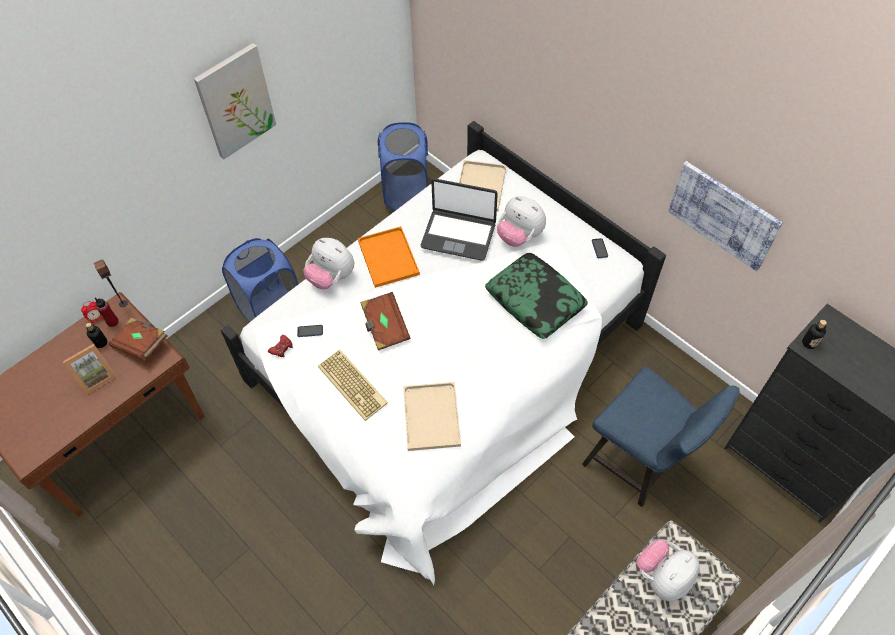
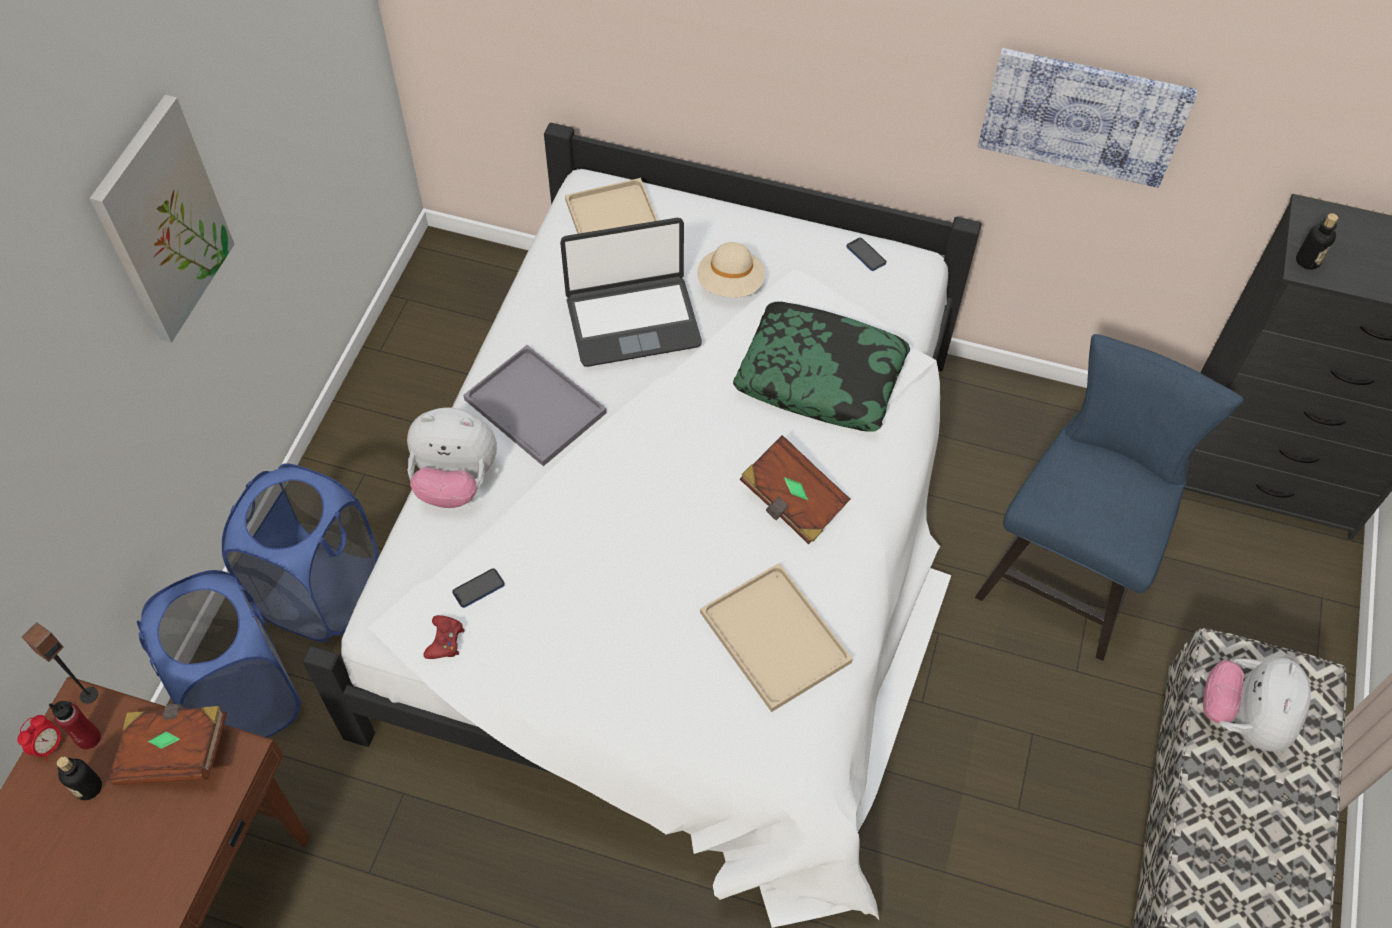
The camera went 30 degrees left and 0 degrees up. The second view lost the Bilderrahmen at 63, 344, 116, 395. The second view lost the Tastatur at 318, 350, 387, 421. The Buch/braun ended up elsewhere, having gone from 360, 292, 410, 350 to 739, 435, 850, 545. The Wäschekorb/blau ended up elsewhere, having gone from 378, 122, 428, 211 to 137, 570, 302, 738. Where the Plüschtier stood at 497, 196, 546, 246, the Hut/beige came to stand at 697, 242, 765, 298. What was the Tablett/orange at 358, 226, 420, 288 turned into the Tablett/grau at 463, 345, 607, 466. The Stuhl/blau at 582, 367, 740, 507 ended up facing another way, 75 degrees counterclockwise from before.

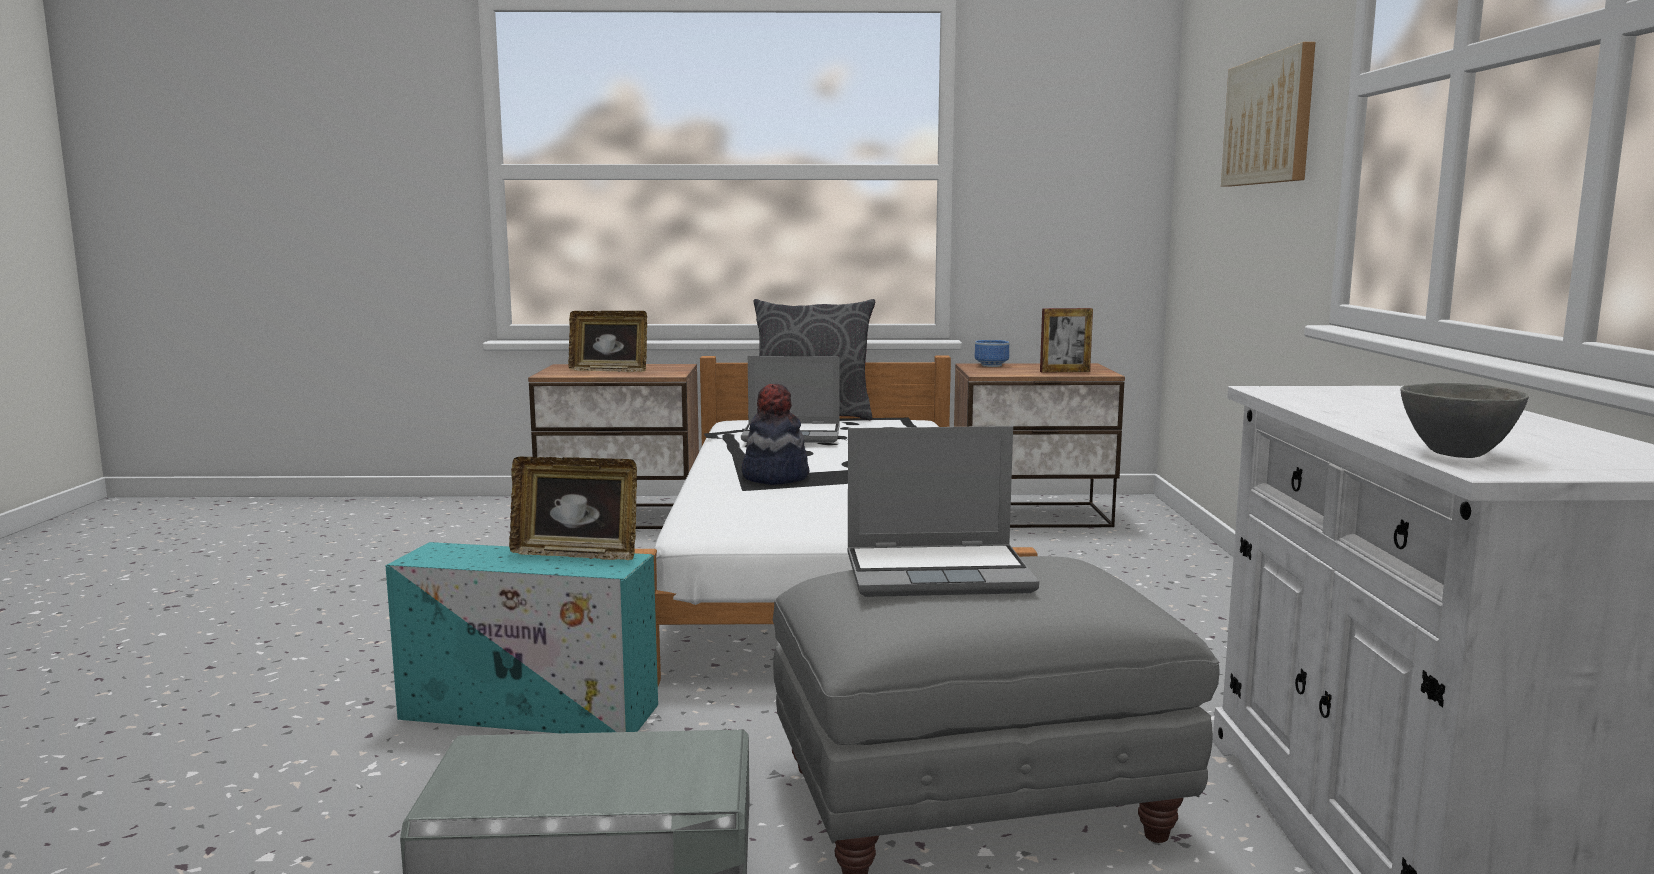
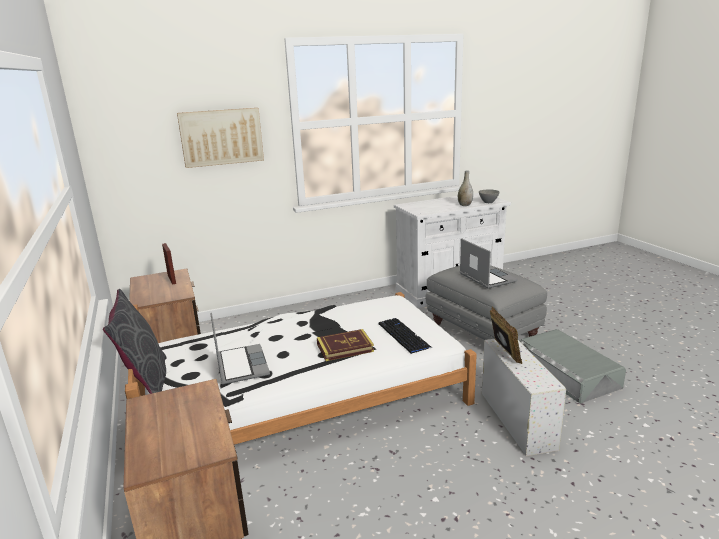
The camera went 110 degrees left and 10 degrees up. The second view lost the Bilderrahmen at 568, 311, 647, 372. The second view lost the Schüssel at 974, 340, 1009, 367. The second view gained the Tastatur at 379, 318, 432, 353. The second view gained the Vase/grau at 458, 170, 473, 206. Where the Hut stood at 741, 383, 809, 485, the Buch came to stand at 317, 329, 374, 361. What was the Aufbewahrungsbox/türkis at 385, 542, 658, 733 turned into the Aufbewahrungsbox/weiß at 482, 339, 566, 456.

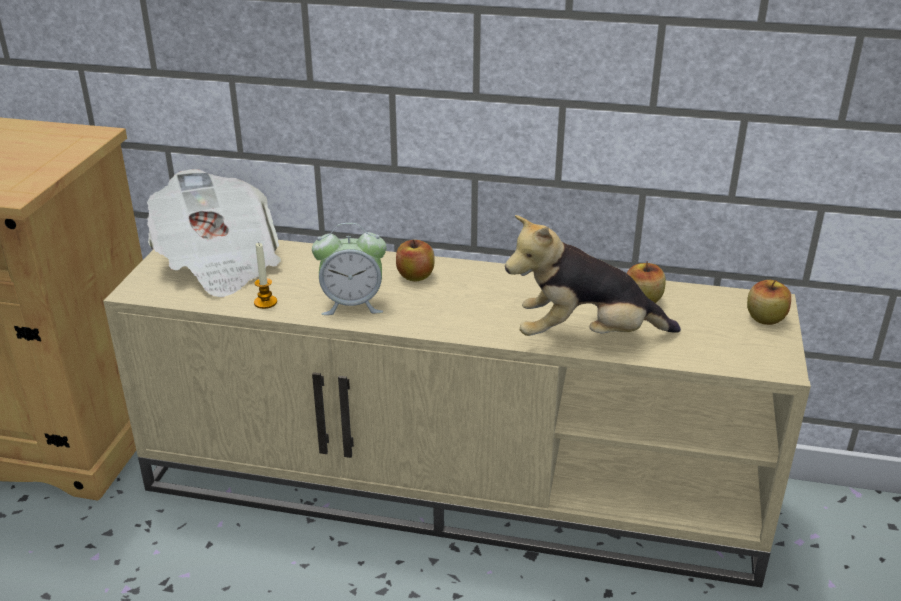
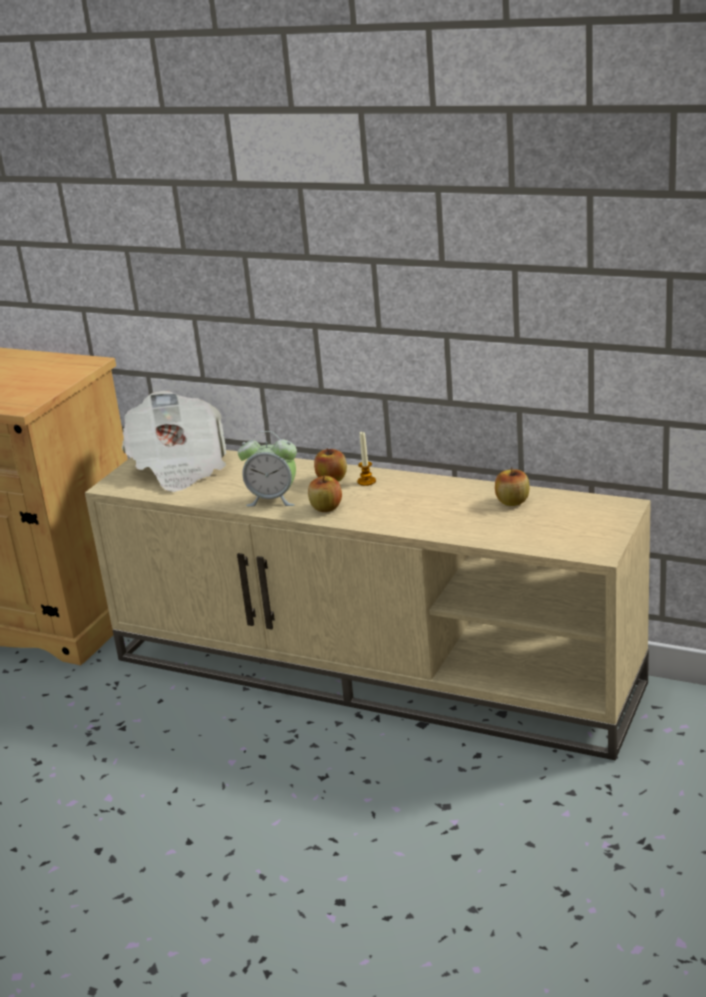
The camera went 15 degrees right and 5 degrees down. The second view lost the Plüschtier at 505, 215, 681, 336. The Kerze ended up elsewhere, having gone from 254, 243, 277, 309 to 357, 432, 376, 486. The Apfel ended up elsewhere, having gone from 747, 280, 791, 325 to 308, 475, 342, 512.

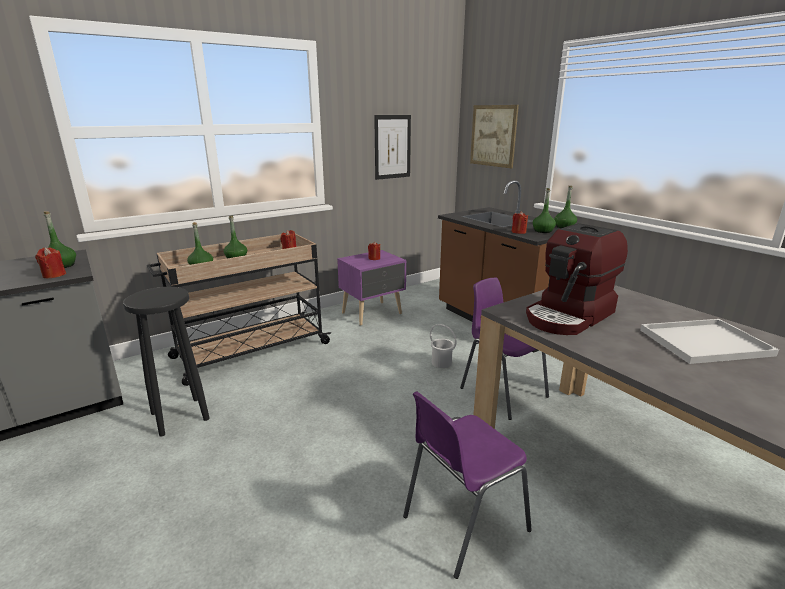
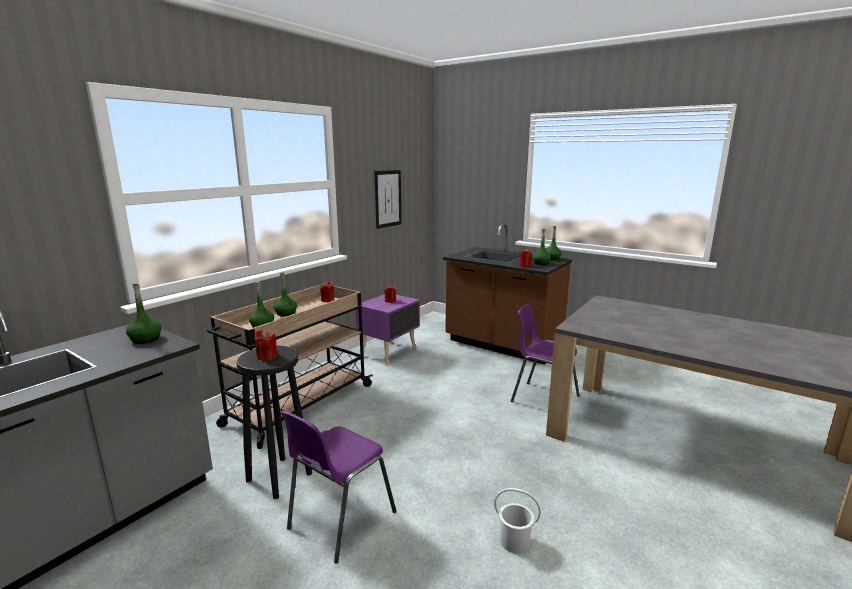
The camera went 20 degrees left and 5 degrees down. The second view lost the Bild at 470, 105, 519, 168. The second view lost the Kaffeemaschine at 526, 223, 628, 335. The second view lost the Tablett/weiß at 640, 319, 779, 364. The Kerze/rot ended up elsewhere, having gone from 35, 247, 66, 278 to 255, 330, 277, 360. The Stuhl/lila ended up elsewhere, having gone from 403, 392, 532, 579 to 281, 411, 396, 564. The Eimer/weiß ended up elsewhere, having gone from 430, 324, 457, 368 to 494, 488, 541, 554.

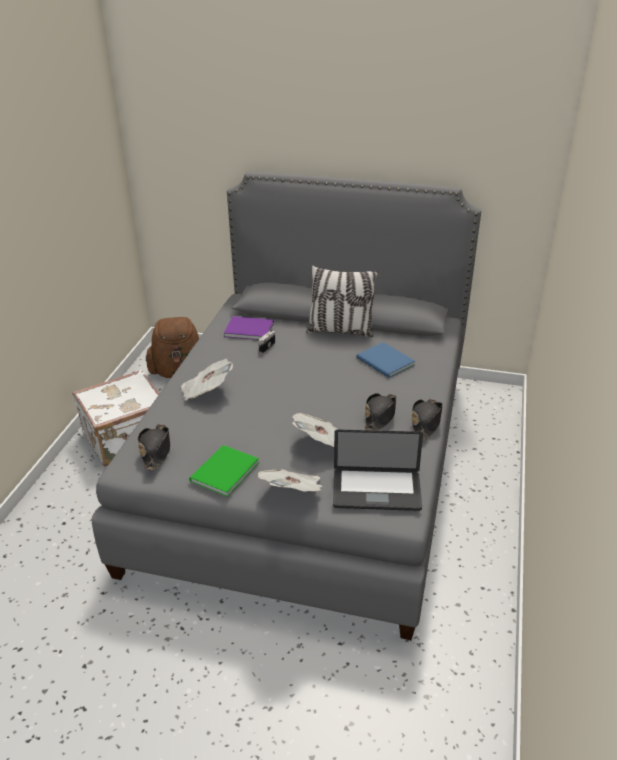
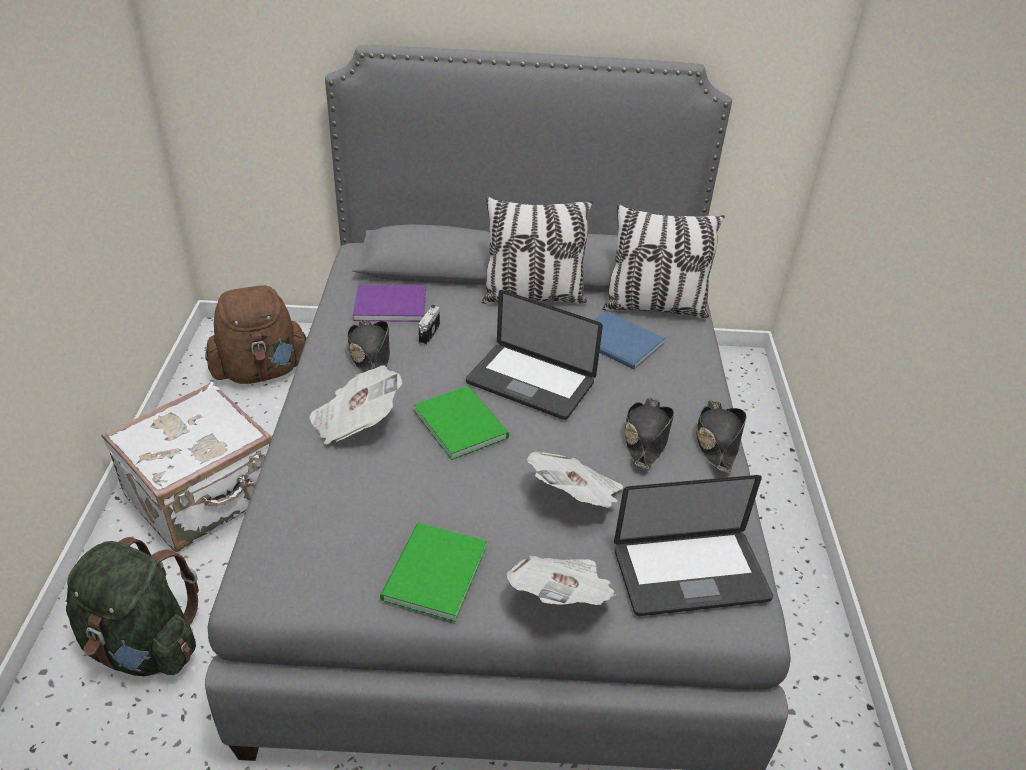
The camera went 15 degrees left and 5 degrees up. The second view gained the Rucksack/grün at 66, 537, 199, 676. The second view gained the Buch/grün at 414, 386, 509, 460. The second view gained the Laptop at 466, 290, 603, 420. The second view gained the Kissen at 603, 204, 725, 318. The Hut/schwarz ended up elsewhere, having gone from 138, 424, 170, 470 to 347, 320, 390, 377.

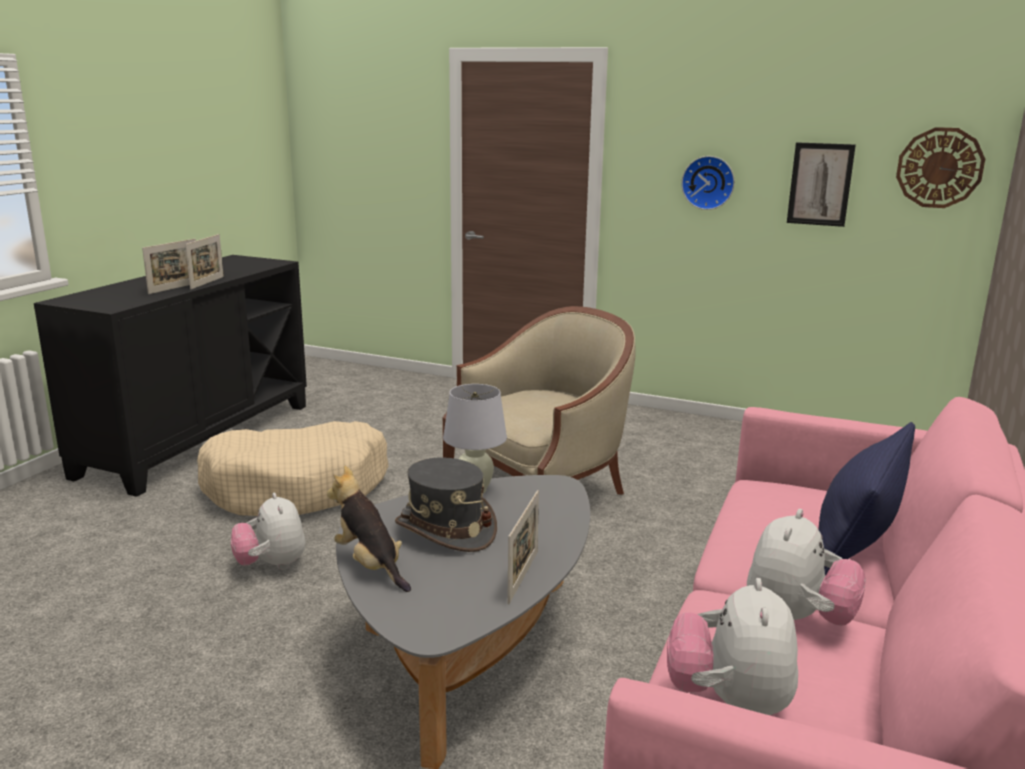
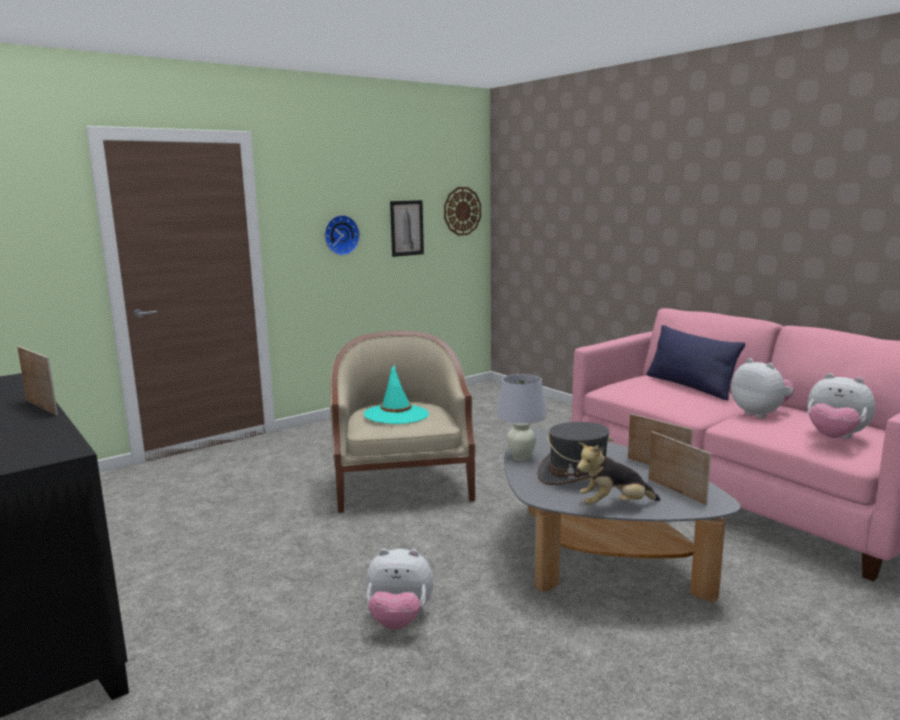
The camera went 60 degrees left and 5 degrees down. The second view lost the Hundebett/beige at 197, 421, 389, 516. The second view gained the Hut/türkis at 364, 365, 429, 424. The Bilderrahmen ended up elsewhere, having gone from 142, 239, 196, 294 to 648, 431, 711, 506.

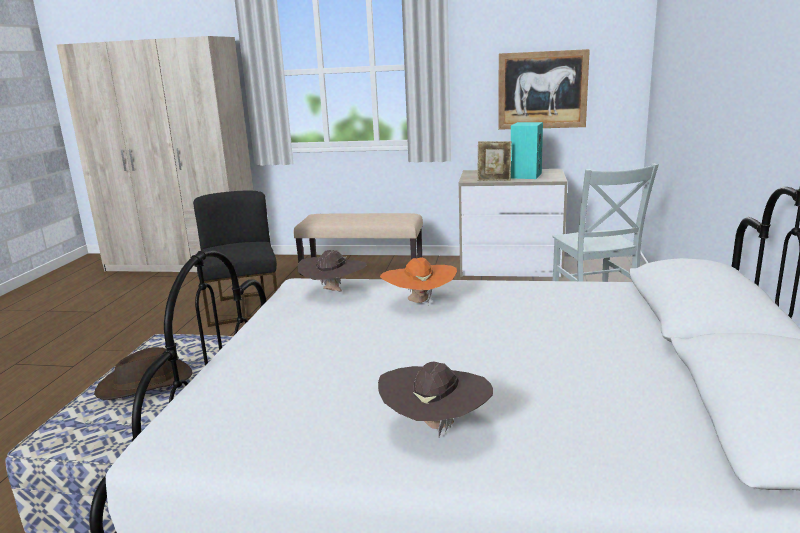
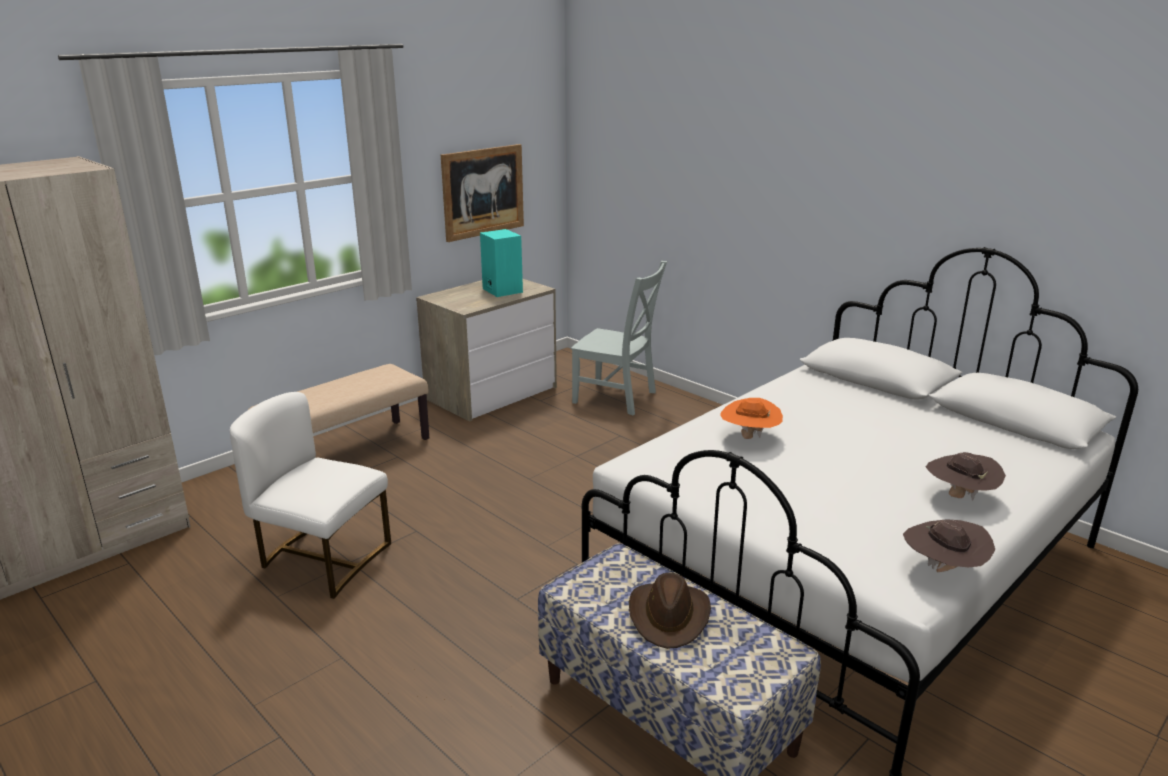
The camera went 55 degrees left and 5 degrees up. The second view lost the Bilderrahmen at 477, 141, 512, 181. The Hut/braun ended up elsewhere, having gone from 298, 250, 367, 291 to 903, 519, 995, 572. What was the Stuhl/schwarz at 193, 191, 277, 327 turned into the Stuhl/weiß at 230, 392, 391, 599.

